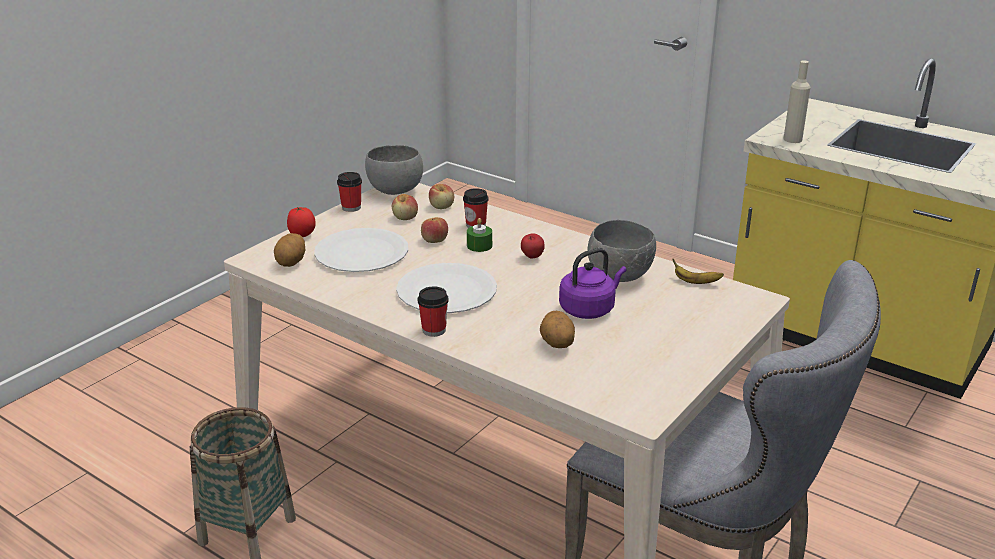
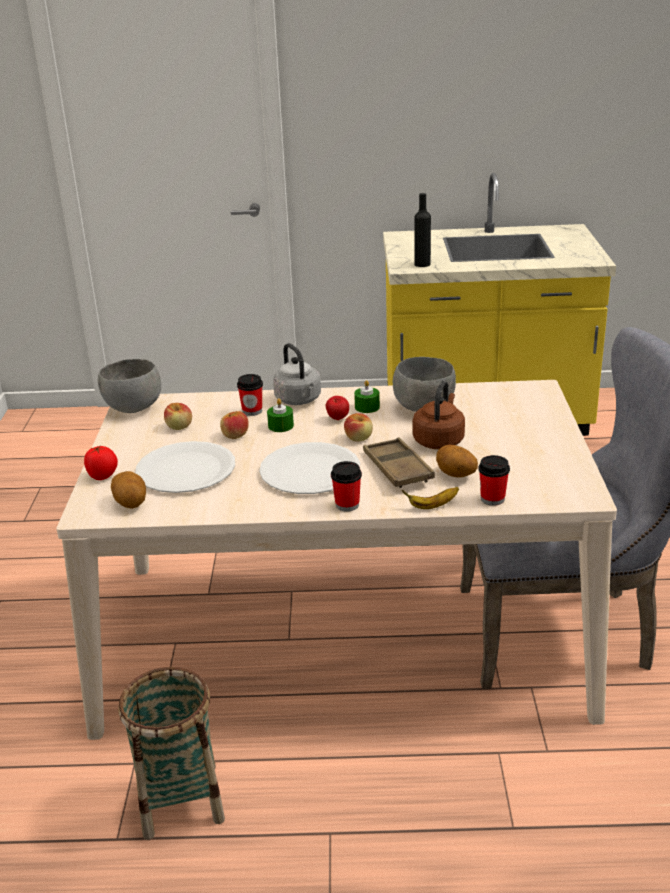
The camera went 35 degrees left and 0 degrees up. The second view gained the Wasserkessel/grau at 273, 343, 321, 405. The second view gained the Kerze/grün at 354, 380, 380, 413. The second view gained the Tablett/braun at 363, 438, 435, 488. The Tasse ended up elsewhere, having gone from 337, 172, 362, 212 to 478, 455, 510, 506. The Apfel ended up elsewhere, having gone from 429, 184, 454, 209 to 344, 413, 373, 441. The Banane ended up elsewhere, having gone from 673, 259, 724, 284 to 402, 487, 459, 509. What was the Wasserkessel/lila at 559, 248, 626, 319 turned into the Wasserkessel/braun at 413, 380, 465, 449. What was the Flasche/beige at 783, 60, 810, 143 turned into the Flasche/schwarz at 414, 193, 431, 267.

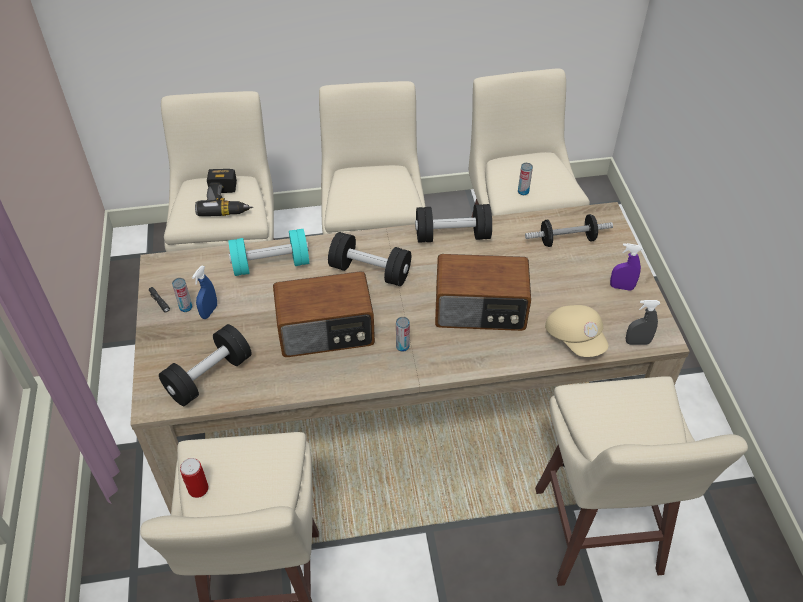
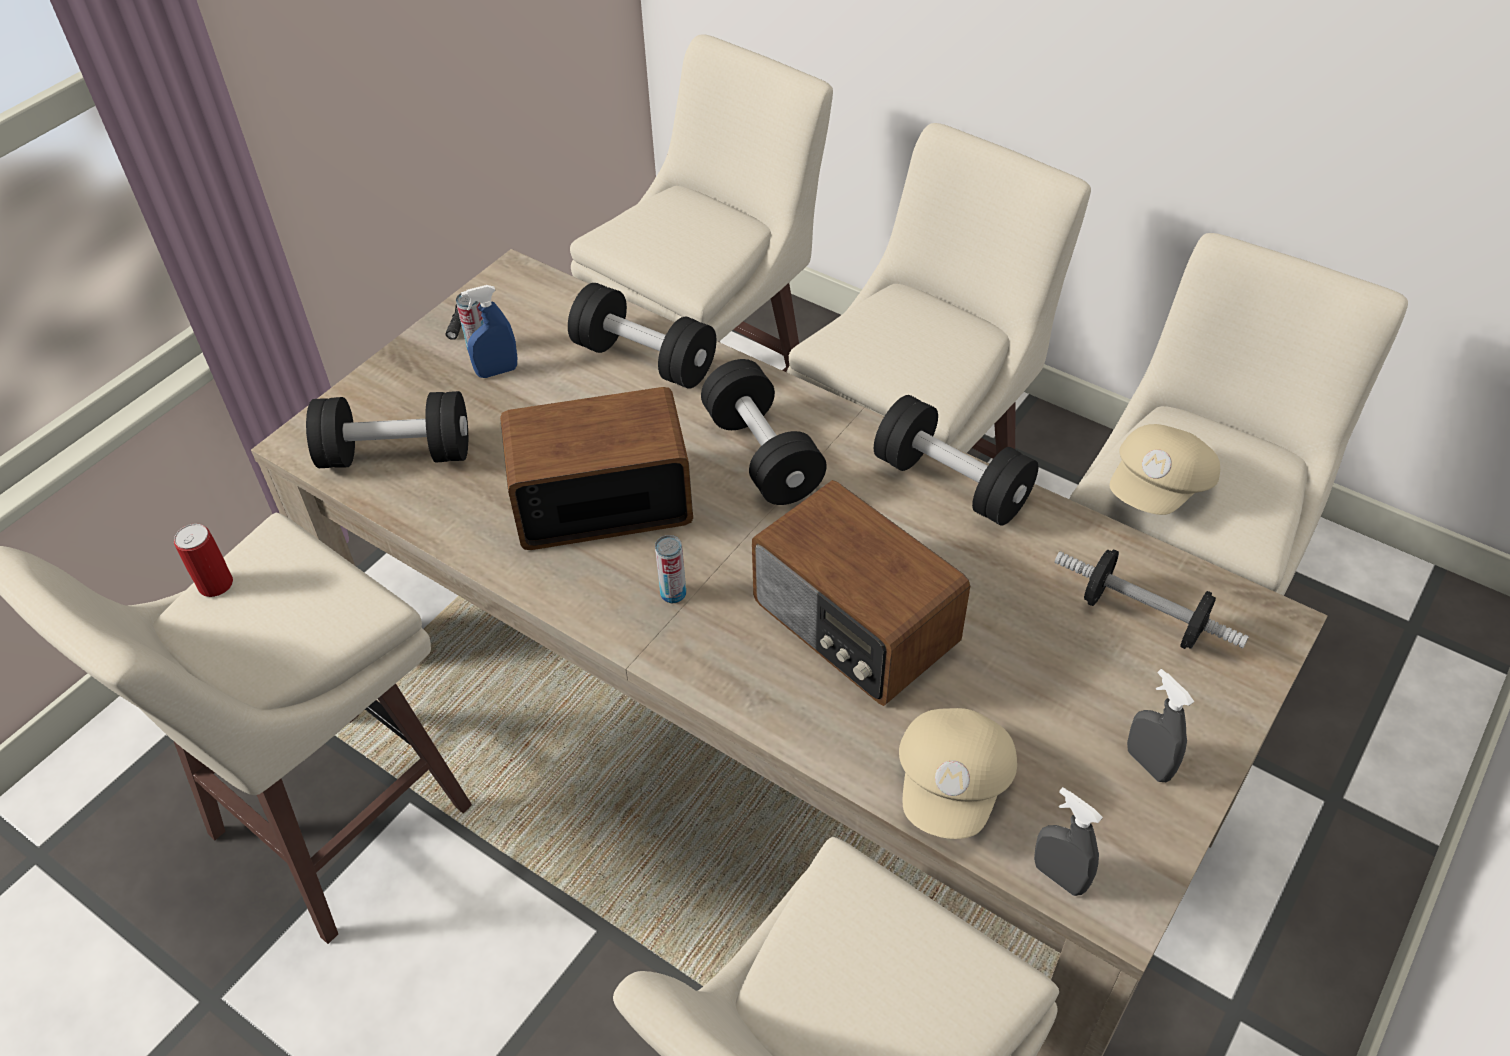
The camera went 45 degrees right and 0 degrees up. The second view lost the Bohrmaschine at 195, 169, 253, 216. Where the Dose stood at 518, 163, 533, 195, the Kappe/beige came to stand at 1110, 424, 1220, 515. What was the Hantel/türkis at 228, 229, 309, 276 turned into the Hantel/schwarz at 568, 283, 716, 389. What was the Sprühflasche/lila at 610, 243, 642, 291 turned into the Sprühflasche/grau at 1127, 669, 1194, 782. The Radio at 273, 271, 375, 357 ended up facing another way, 135 degrees clockwise from before.

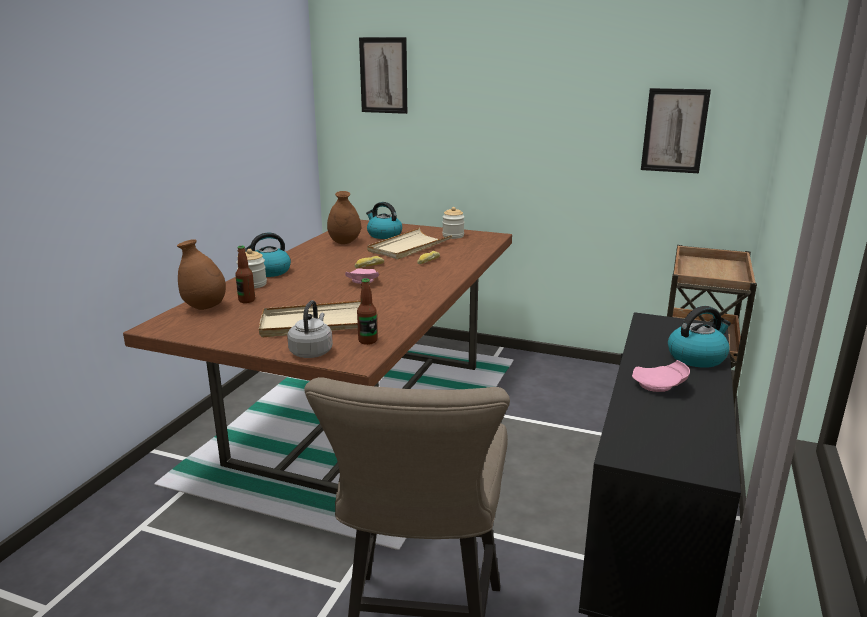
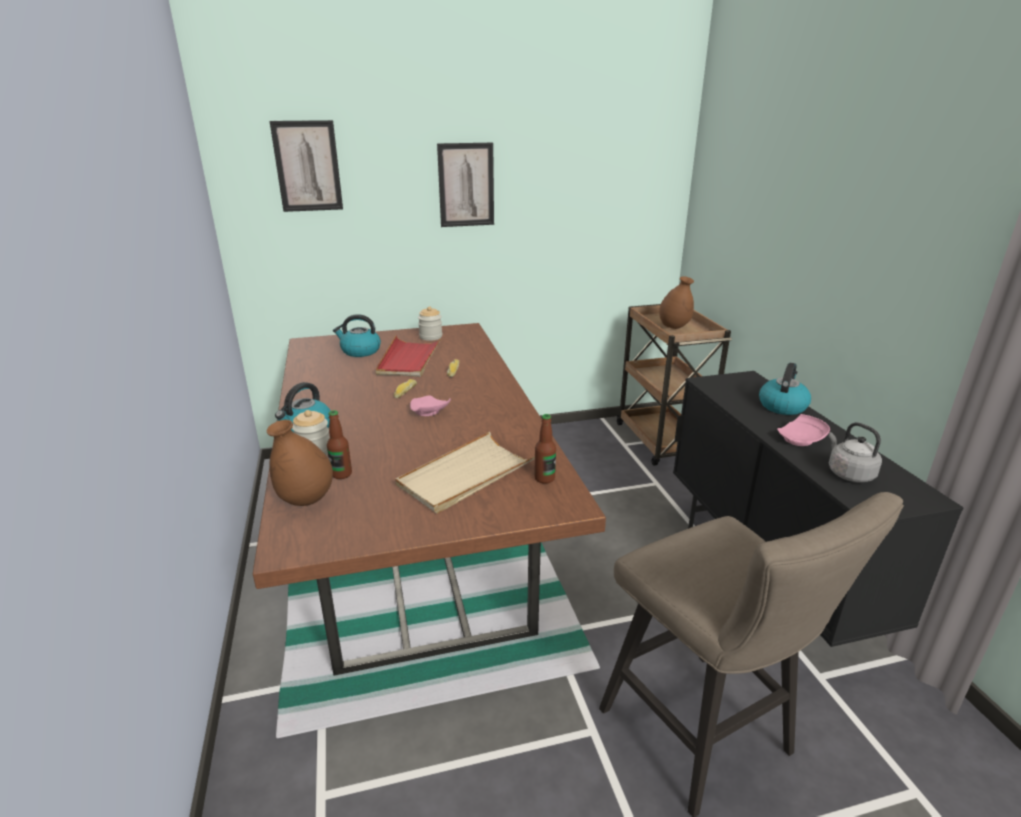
The camera went 35 degrees left and 5 degrees up. The Wasserkessel/grau ended up elsewhere, having gone from 287, 300, 333, 358 to 828, 422, 882, 482. The Vase/braun ended up elsewhere, having gone from 327, 191, 361, 244 to 659, 276, 694, 329. The Bild ended up elsewhere, having gone from 641, 88, 711, 173 to 437, 143, 494, 227. What was the Tablett/beige at 367, 228, 453, 259 turned into the Tablett/rot at 376, 336, 442, 377.

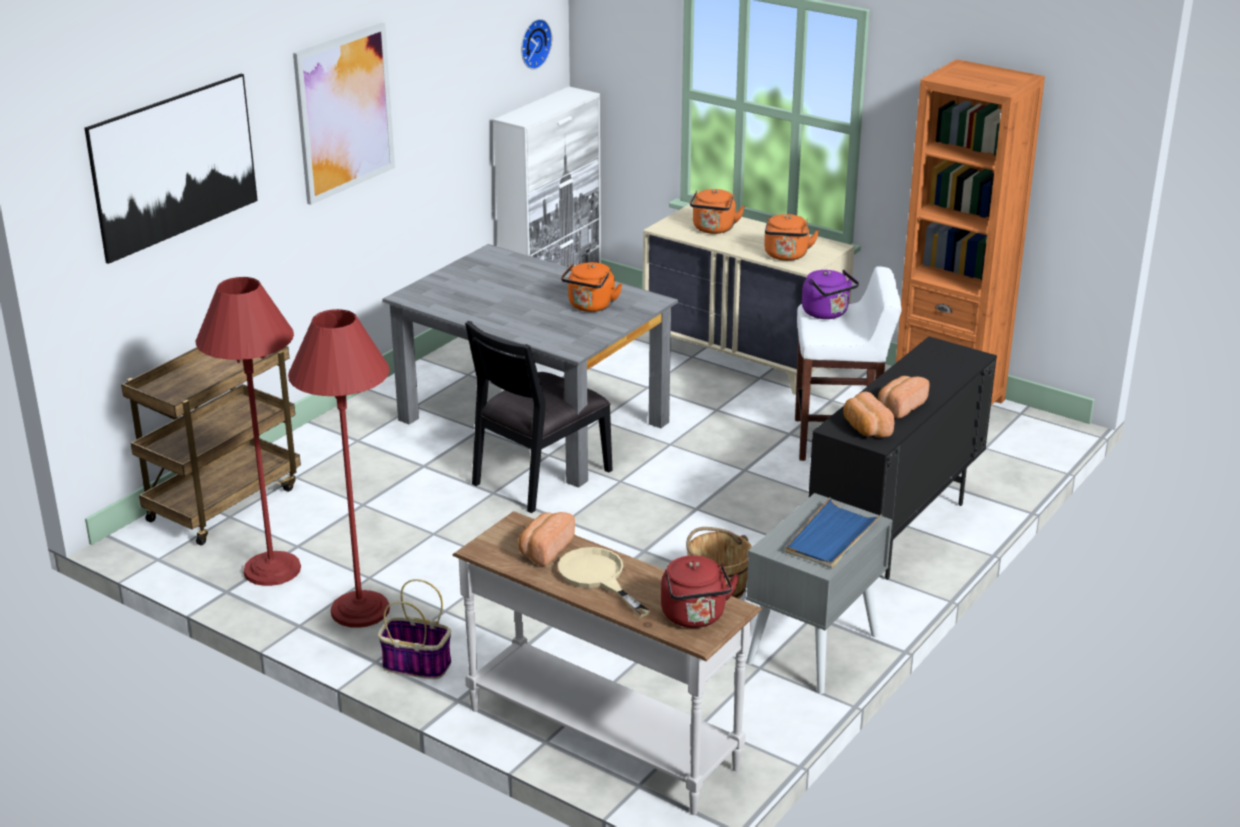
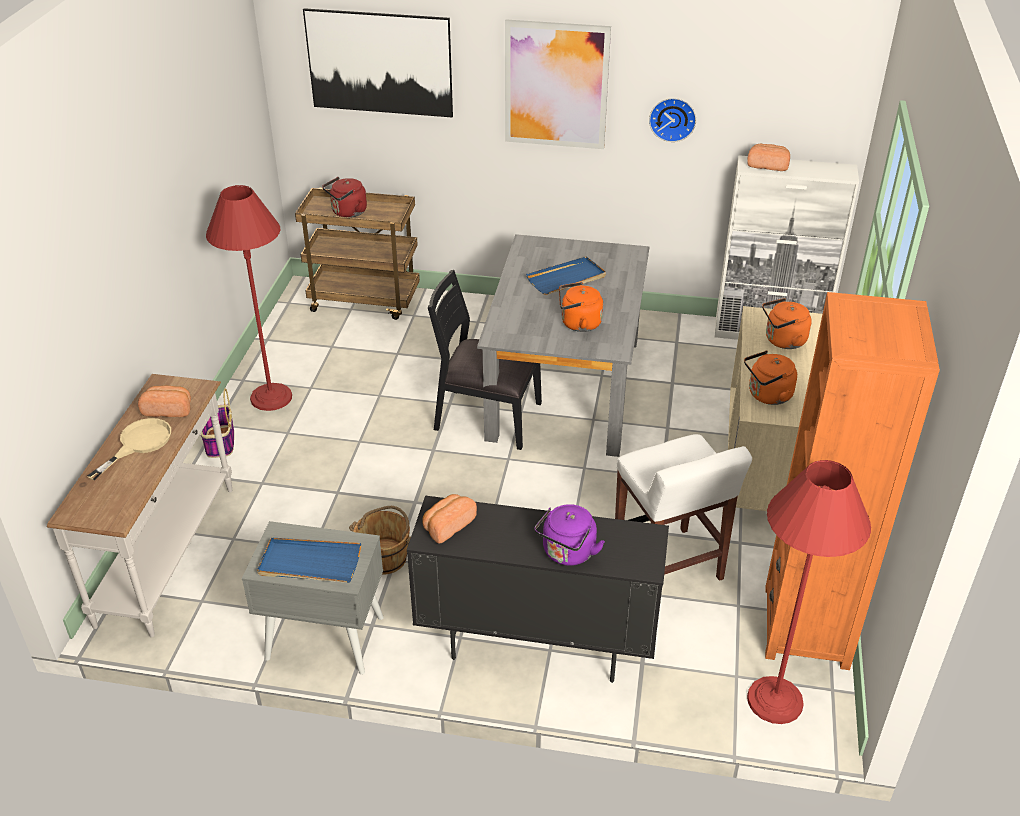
The camera went 65 degrees right and 10 degrees up. The second view gained the Tablett/blau at 526, 257, 606, 295. The Stehlampe/rot ended up elsewhere, having gone from 196, 277, 301, 586 to 747, 460, 871, 724. The Wanduhr ended up elsewhere, having gone from 521, 19, 552, 70 to 649, 98, 696, 142. The Wasserkessel/rot ended up elsewhere, having gone from 661, 555, 739, 628 to 322, 177, 367, 218. The Wasserkessel/lila ended up elsewhere, having gone from 802, 270, 859, 319 to 534, 504, 605, 566. The Brot ended up elsewhere, having gone from 878, 376, 929, 419 to 747, 144, 790, 171.

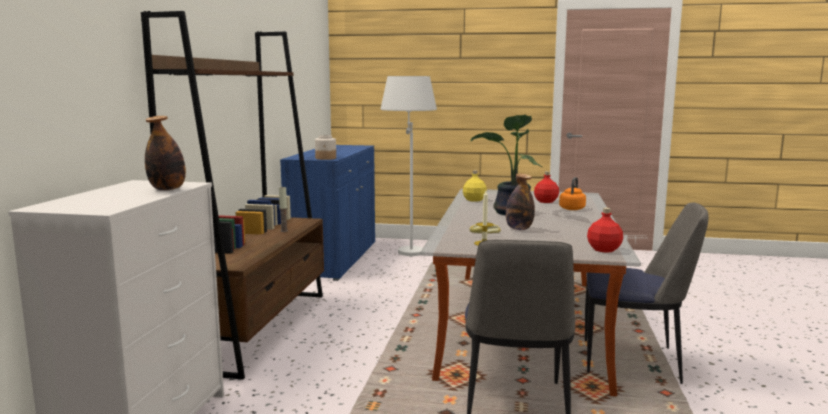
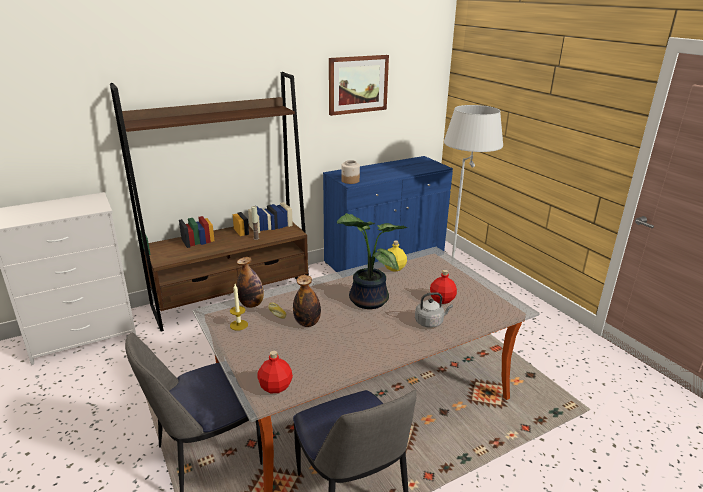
The camera went 50 degrees right and 15 degrees up. The second view gained the Bild at 329, 55, 389, 116. The Flasche ended up elsewhere, having gone from 145, 116, 186, 191 to 237, 257, 264, 308. What was the Wasserkessel/orange at 559, 177, 586, 210 turned into the Wasserkessel/grau at 415, 292, 453, 328.

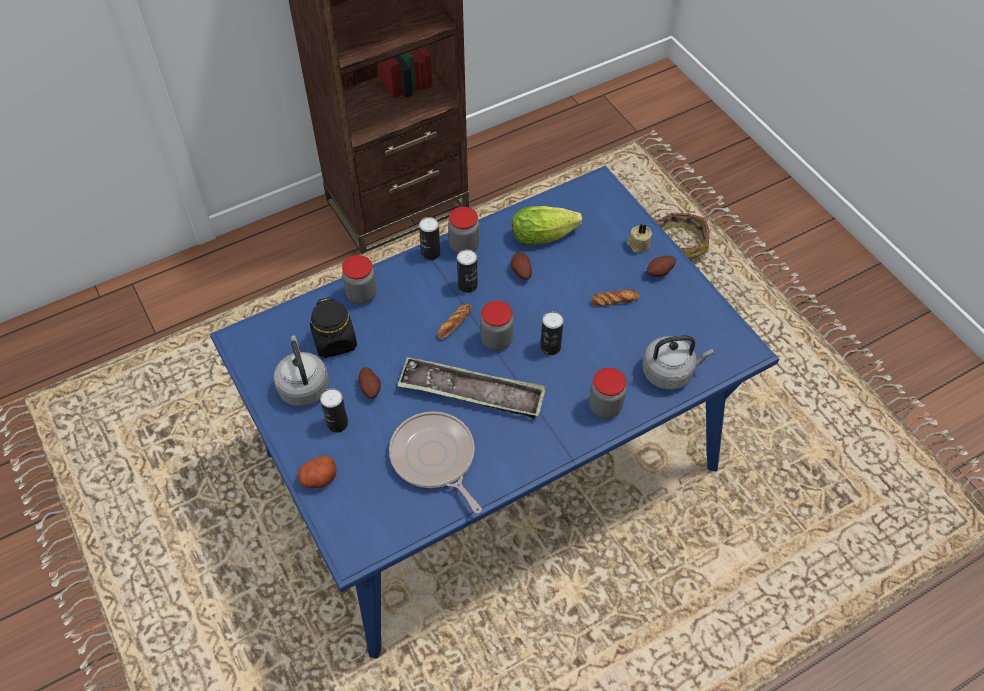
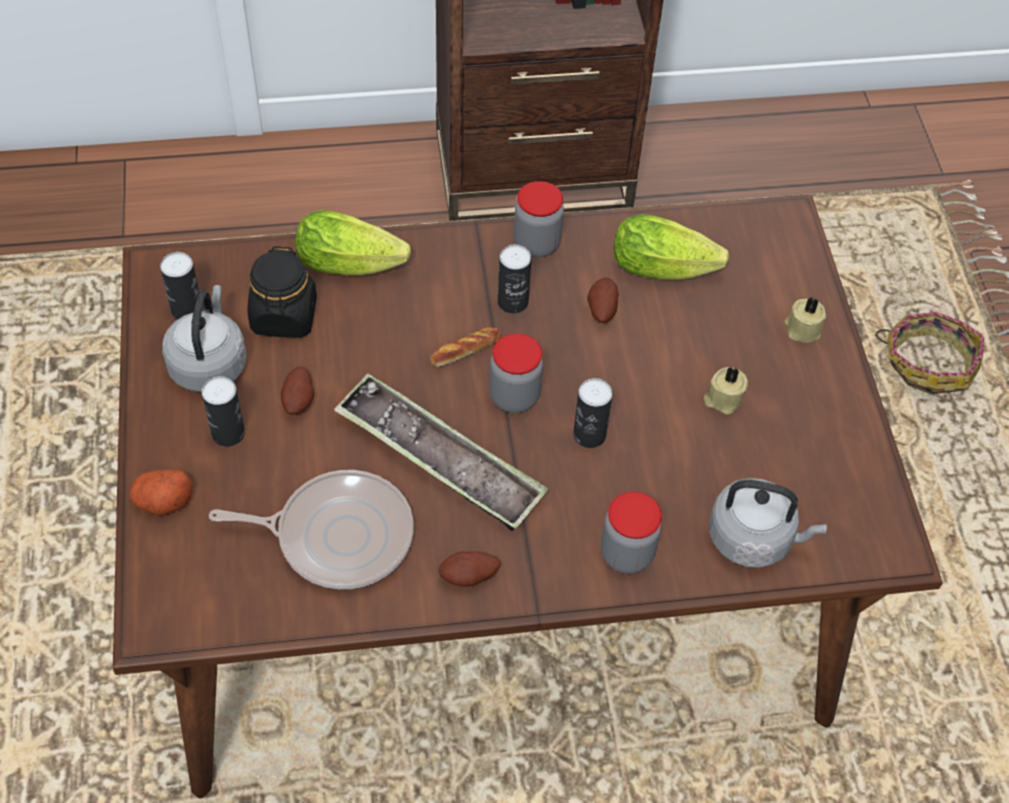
The camera went 20 degrees right and 0 degrees up. The Dose ended up elsewhere, having gone from 419, 217, 440, 260 to 160, 252, 203, 320. The Kartoffel ended up elsewhere, having gone from 647, 256, 676, 277 to 438, 551, 501, 587. Where the Vorratsglas stood at 342, 255, 377, 304, the Salatkopf came to stand at 296, 210, 411, 275. Where the Brot stood at 591, 290, 639, 306, the Kerze/beige came to stand at 704, 366, 748, 415. What was the Esstisch/blau at 210, 166, 779, 659 turned into the Esstisch/braun at 113, 195, 943, 799. The Pfanne at 389, 411, 482, 514 ended up facing another way, 105 degrees clockwise from before.

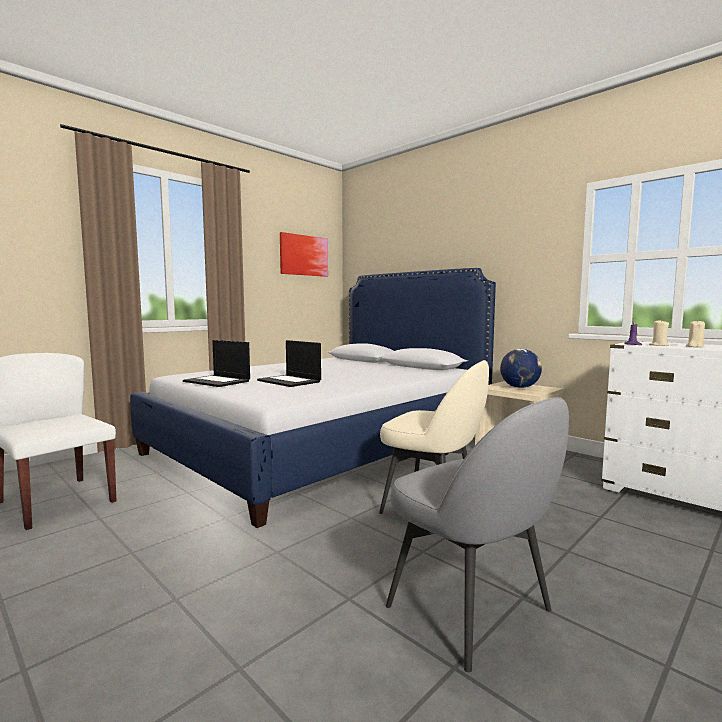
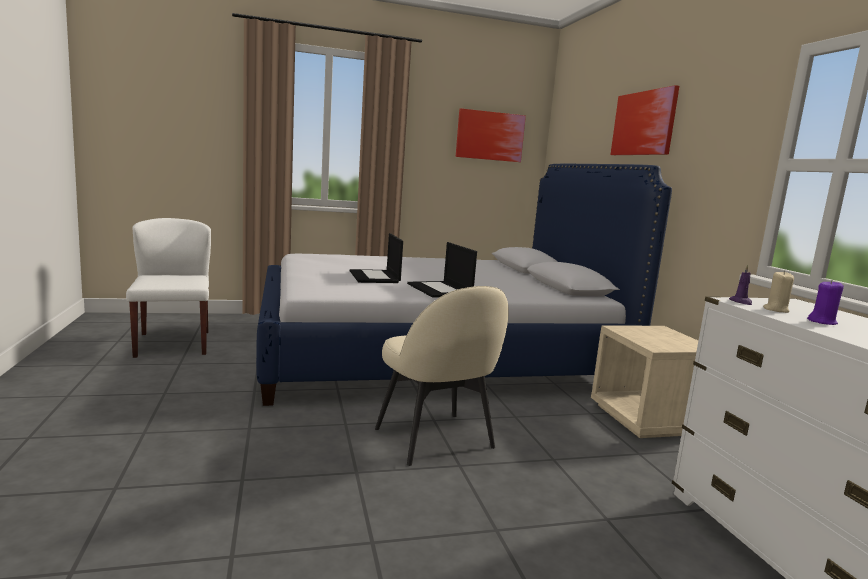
The camera went 30 degrees right and 5 degrees up. The second view lost the Stuhl/grau at 386, 397, 569, 672. The second view lost the Globus at 500, 349, 542, 388. The second view gained the Bild at 610, 85, 679, 155. The Laptop ended up elsewhere, having gone from 183, 340, 250, 387 to 407, 242, 477, 298. What was the Kerze/beige at 686, 320, 705, 347 turned into the Kerze/lila at 807, 280, 844, 325.

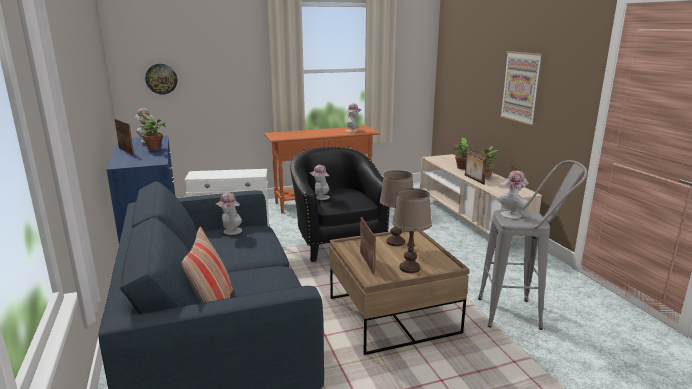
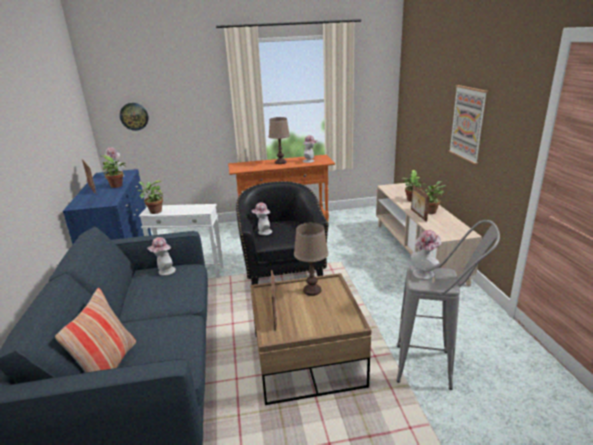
The camera went 10 degrees right and 5 degrees up. The second view gained the Topfpflanze at 137, 180, 164, 214. The Tischlampe/braun ended up elsewhere, having gone from 392, 188, 432, 273 to 269, 117, 290, 164.

